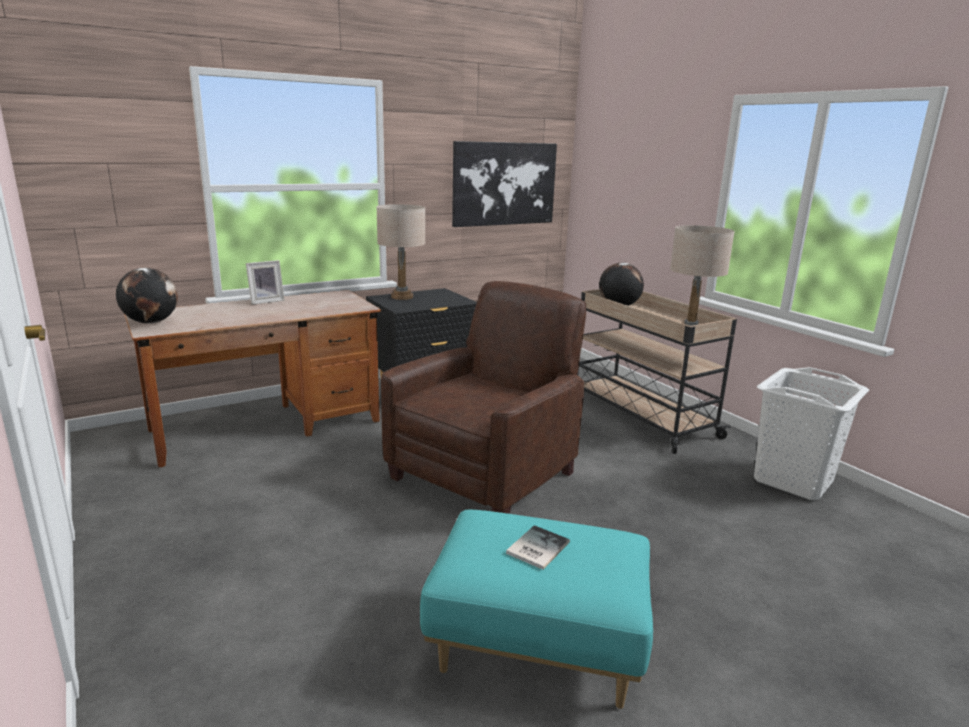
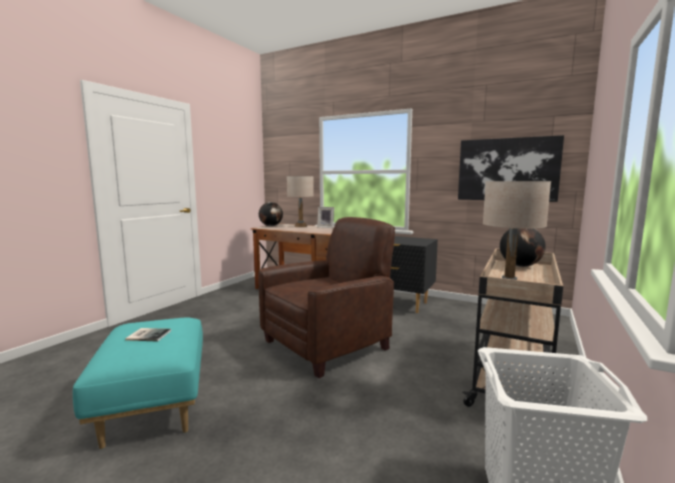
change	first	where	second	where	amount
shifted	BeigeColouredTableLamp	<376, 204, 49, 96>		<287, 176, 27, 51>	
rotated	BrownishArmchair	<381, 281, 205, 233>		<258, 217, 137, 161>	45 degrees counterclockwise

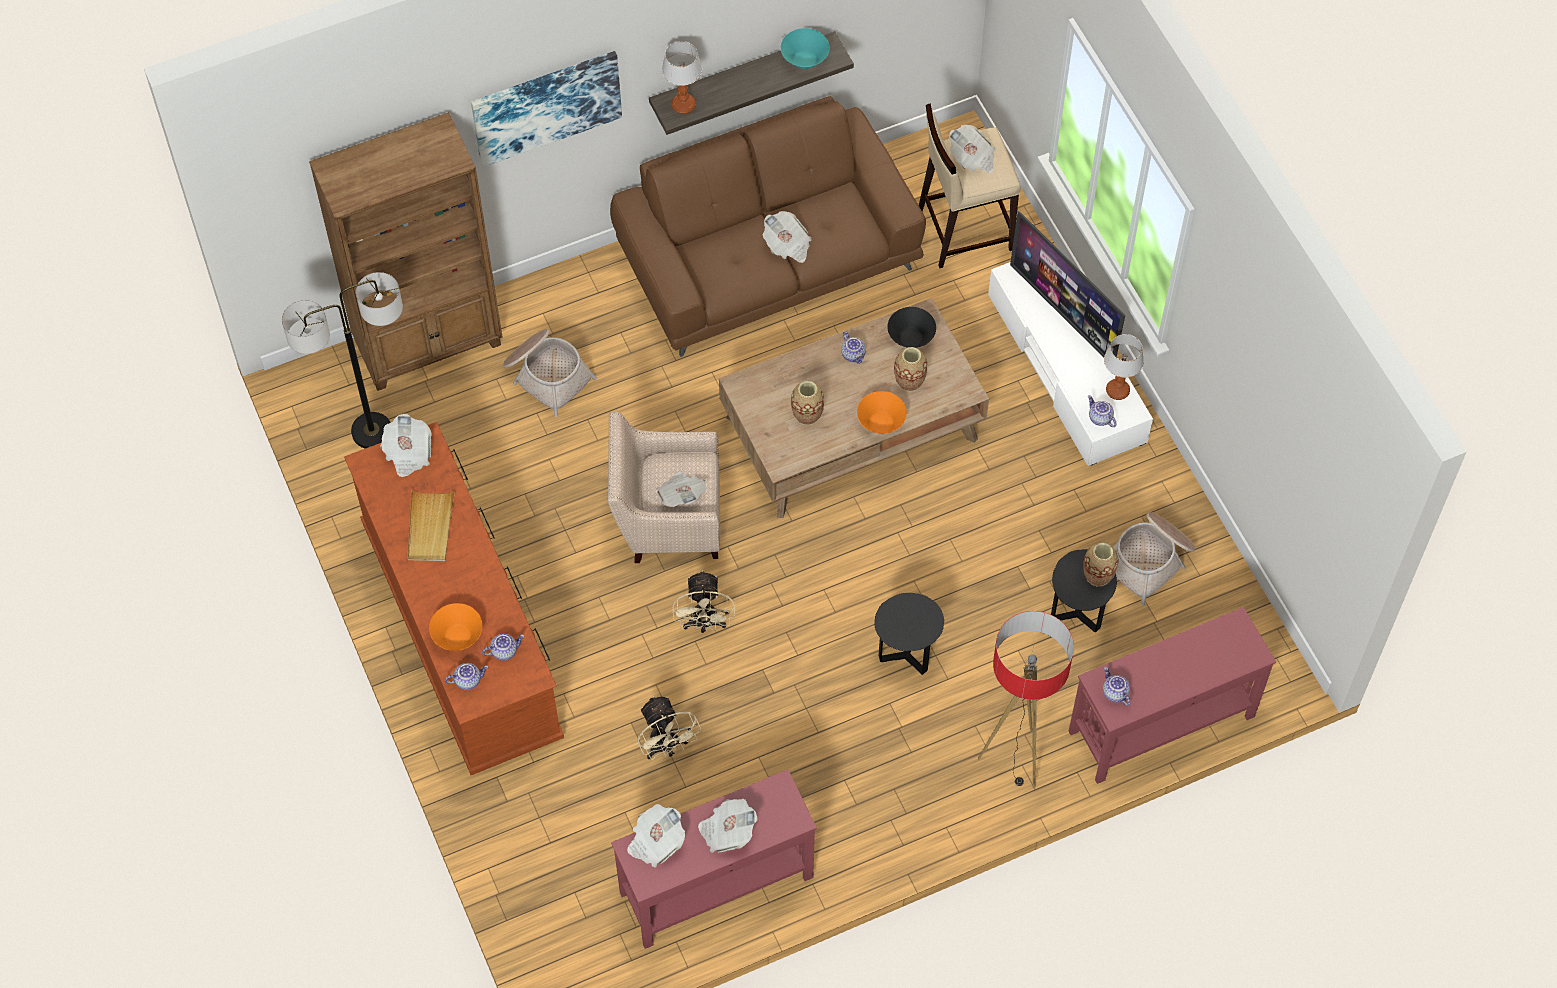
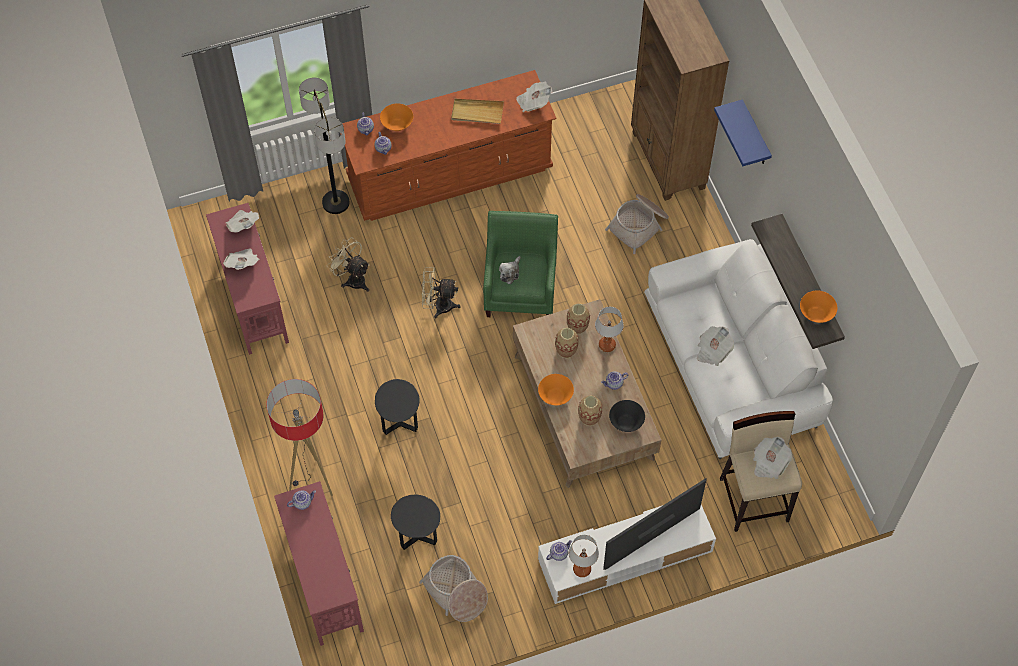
change	first	where	second	where	amount
repainted	BlueGreenDeepDish	<781, 28, 49, 41>	OrangeyDeepDish	<800, 290, 37, 33>	
shifted	TableLamp	<662, 41, 40, 73>		<595, 306, 29, 46>	
swapped	WallArt	<471, 51, 151, 116>	BlueColouredShelf	<714, 99, 58, 67>	
repainted	BrownishSettee	<610, 96, 316, 261>	WhiteColouredSettee	<644, 239, 189, 220>	
shifted	StandingLamp	<282, 272, 121, 177>		<299, 78, 51, 136>	
repainted	BeigeColouredArmchair	<608, 412, 112, 151>	GreenishArmchair	<483, 211, 75, 106>	
swapped	Newspaper	<656, 472, 51, 35>	PlushToy	<499, 256, 22, 28>	
shifted	DecorativeVase	<1083, 542, 36, 44>		<567, 304, 23, 30>	
rotated	BeigeColouredElectricFan	<637, 696, 64, 64>		<327, 237, 43, 55>	60 degrees clockwise

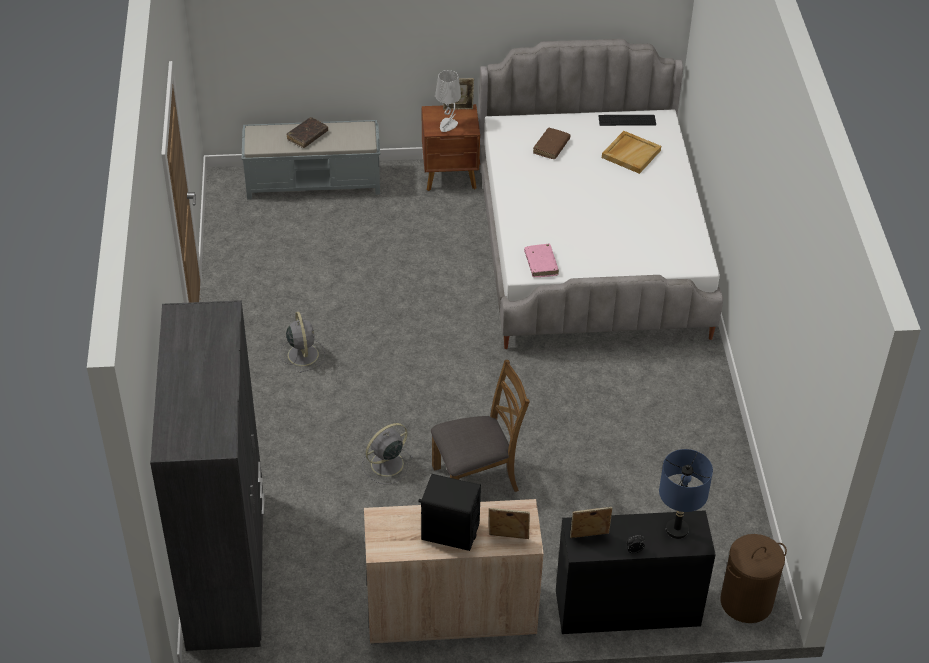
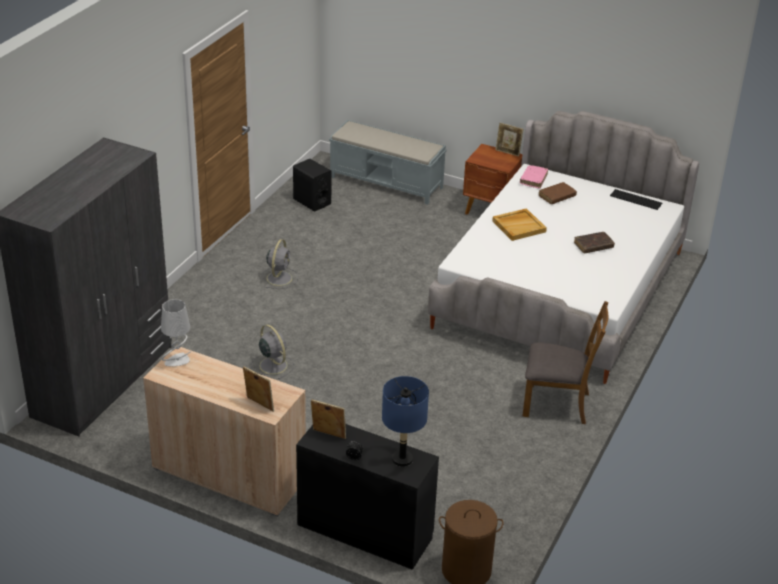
change	first	where	second	where	amount
shifted	GreyTableLamp	<435, 70, 26, 62>		<161, 299, 30, 67>	
shifted	BrownishBoundBook	<286, 117, 42, 31>		<574, 232, 41, 21>	
shifted	BeigeColouredTray	<602, 131, 59, 43>		<492, 208, 55, 33>	
shifted	PinkishBoundBook	<524, 244, 35, 33>		<520, 165, 28, 24>	
shifted	BrownishPlainChair	<431, 360, 99, 132>		<523, 301, 85, 123>	
rotated	GreyElectricFan	<362, 423, 51, 61>		<251, 325, 43, 54>	60 degrees clockwise
shifted	BlackColouredSpeaker	<419, 474, 62, 77>		<293, 159, 39, 52>	

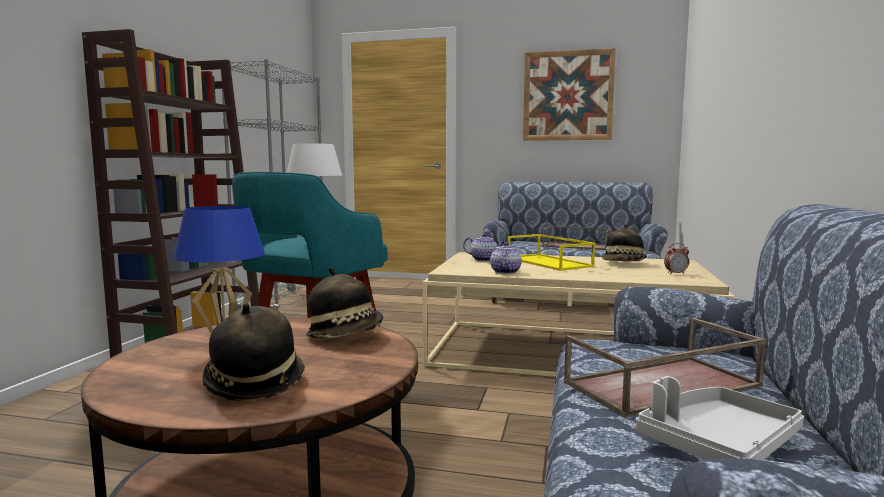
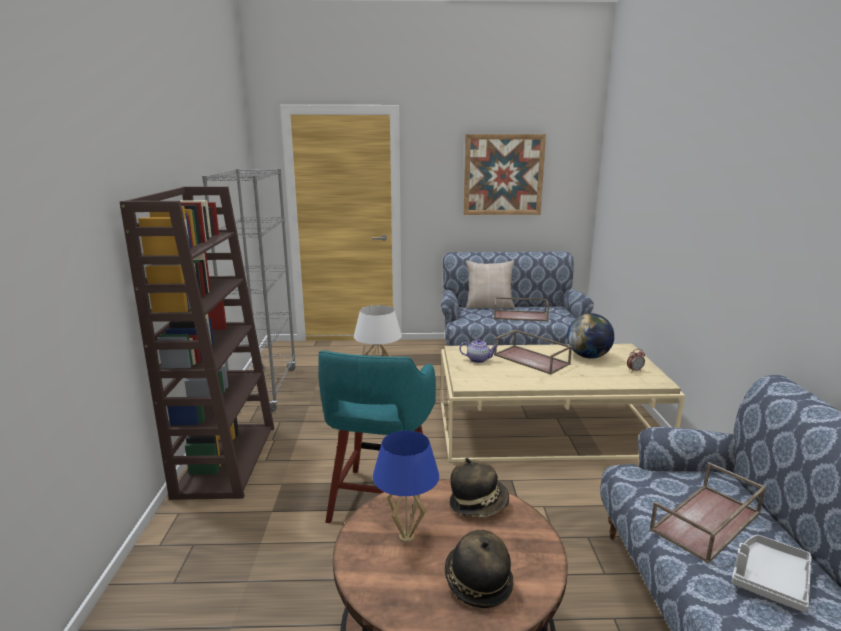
change	first	where	second	where	amount
swapped	WearableHat	<602, 224, 45, 37>	Globe	<567, 313, 48, 46>	
repainted	YellowishTray	<507, 234, 88, 37>	BrownishTray	<494, 330, 78, 45>	
gone	Teapot	<490, 242, 32, 32>			
new			BeigeColouredPillow	<466, 260, 49, 49>	

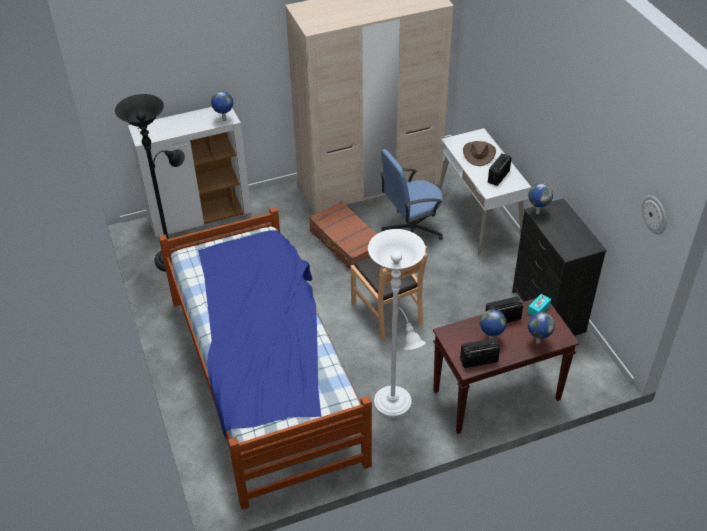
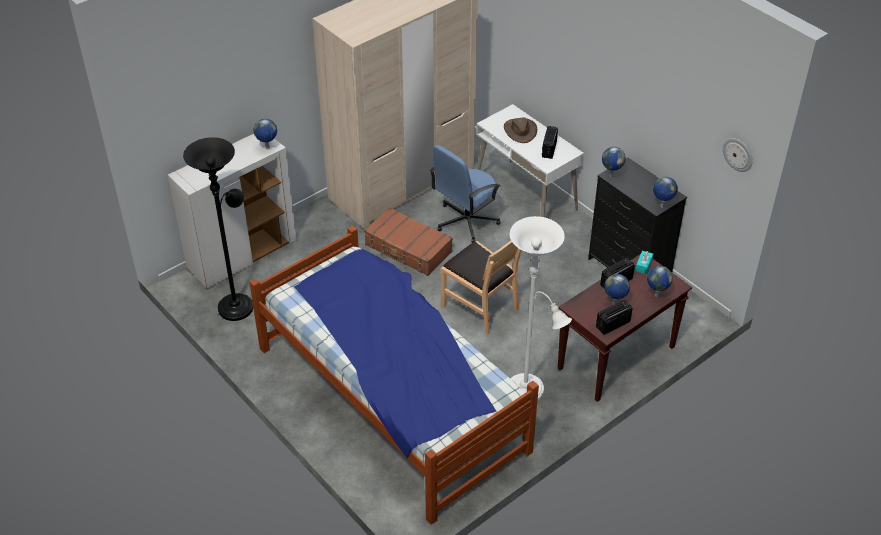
change	first	where	second	where	amount
new			Globe	<653, 177, 25, 31>	

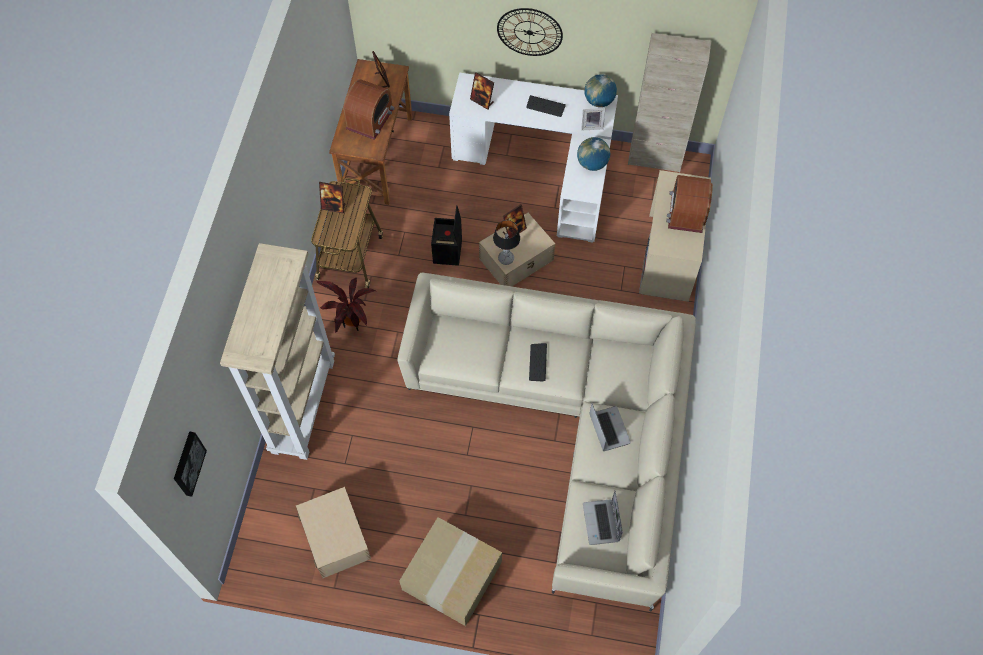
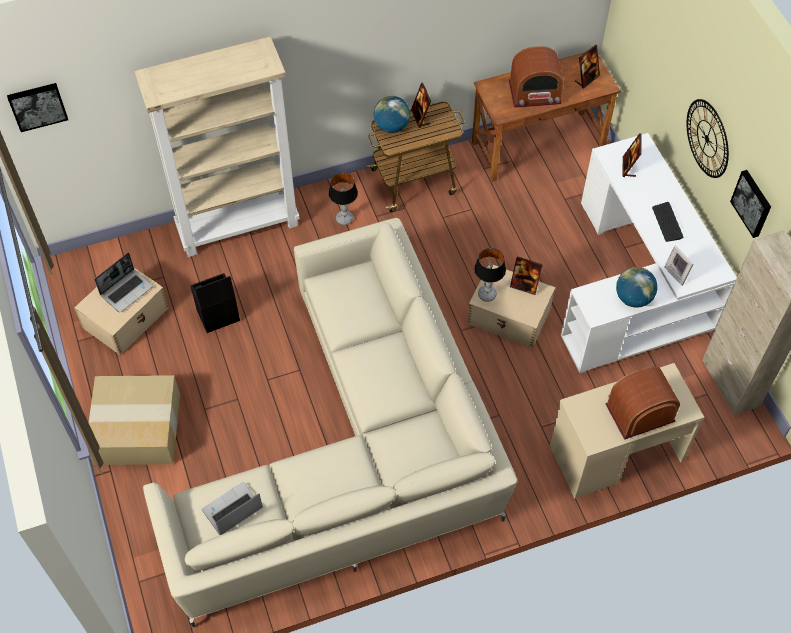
change	first	where	second	where	amount
shifted	Globe	<584, 74, 33, 33>		<374, 96, 36, 37>	
shifted	BlackColouredStorageContainer	<431, 205, 31, 61>		<190, 273, 50, 60>	
swapped	PottedPlant	<317, 278, 59, 55>	TableLamp	<329, 173, 29, 52>	
gone	Keyboard	<529, 343, 18, 38>			
shifted	Laptop	<589, 403, 42, 48>		<94, 253, 59, 60>	
new			WallArt	<730, 170, 41, 68>	

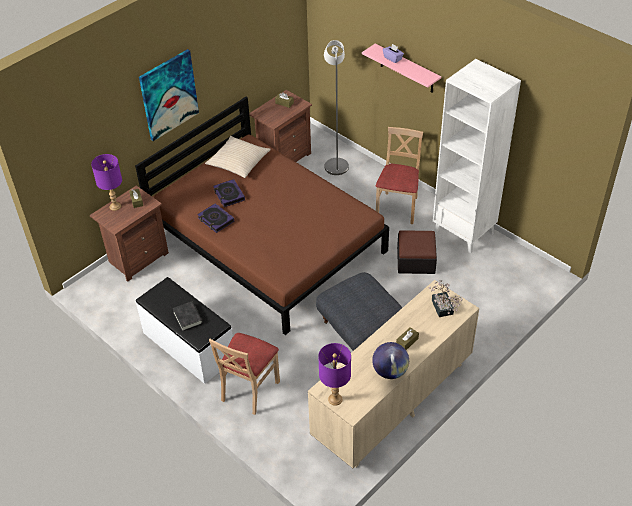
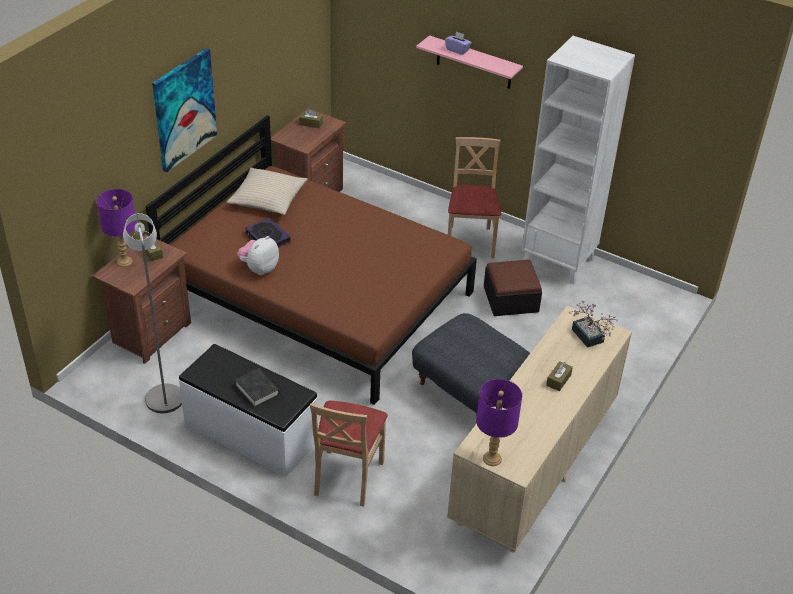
change	first	where	second	where	amount
shifted	GreyStandingLamp	<324, 40, 25, 135>		<123, 213, 59, 200>	
swapped	BoundBook	<197, 203, 37, 30>	PlushToy	<237, 236, 42, 39>	
gone	Globe	<372, 342, 37, 37>			

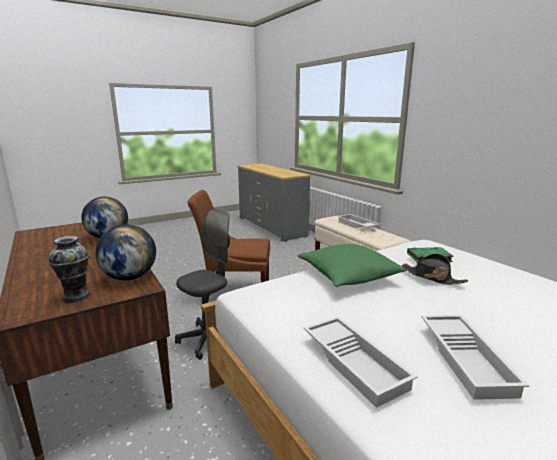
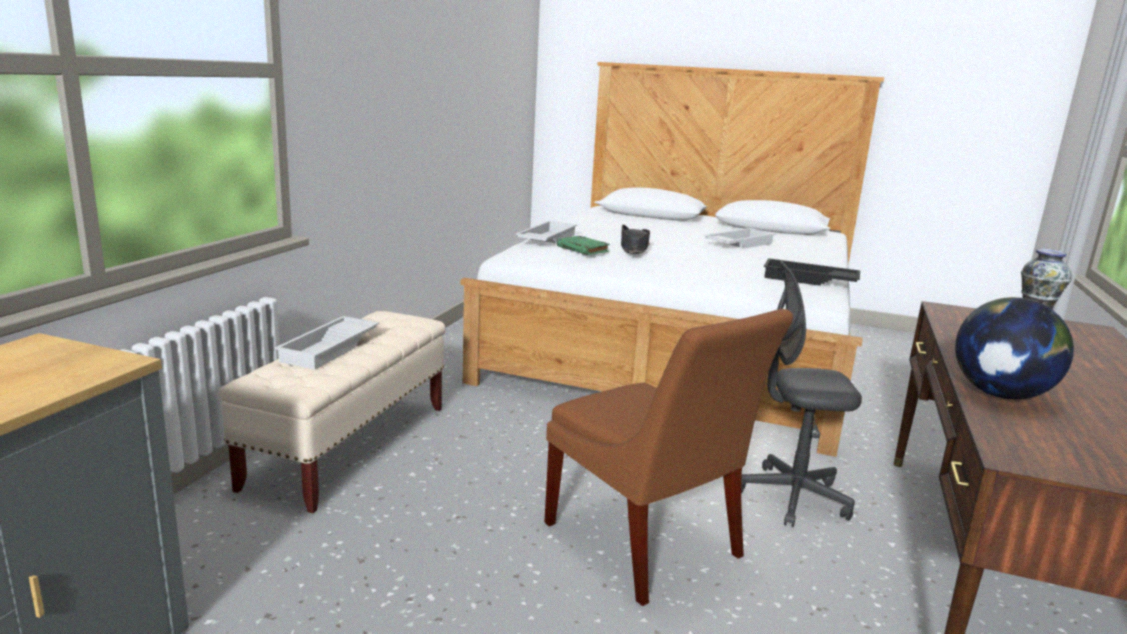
change	first	where	second	where	amount
gone	Globe	<96, 224, 60, 56>			
gone	GreenishPillow	<298, 244, 109, 43>			
shifted	WhiteColouredTray	<304, 316, 114, 92>		<516, 221, 61, 22>	
new			BlackColouredTray	<764, 258, 96, 28>	

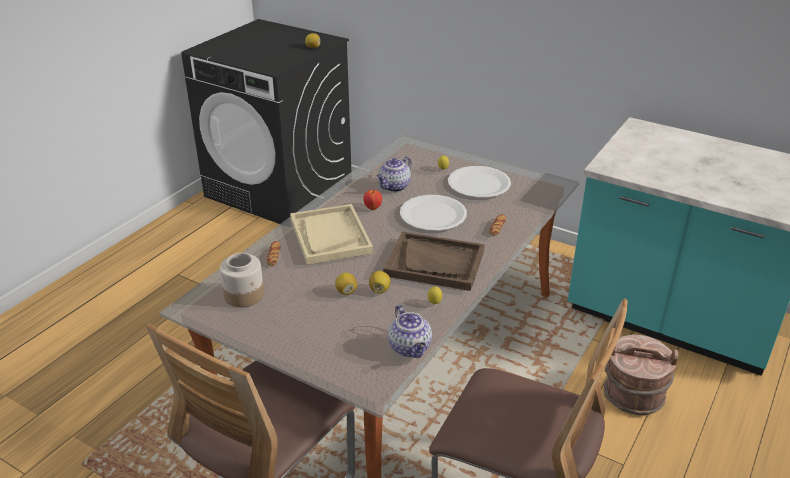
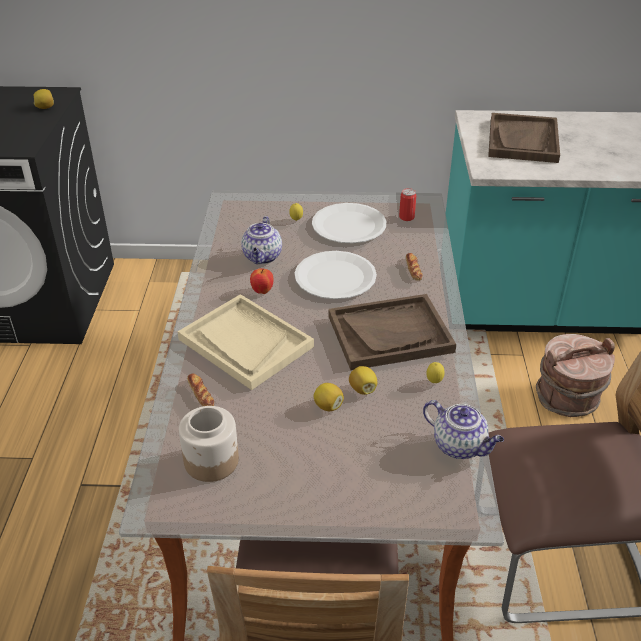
change	first	where	second	where	amount
new			BrownishTray	<488, 113, 72, 50>	
new			Can	<399, 188, 17, 33>	

